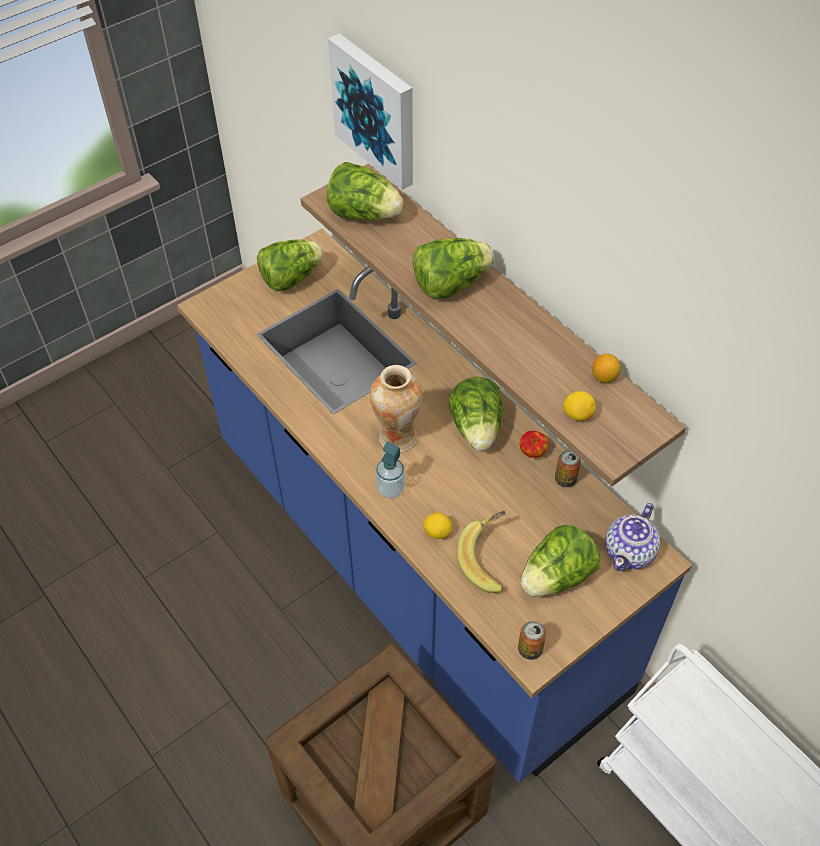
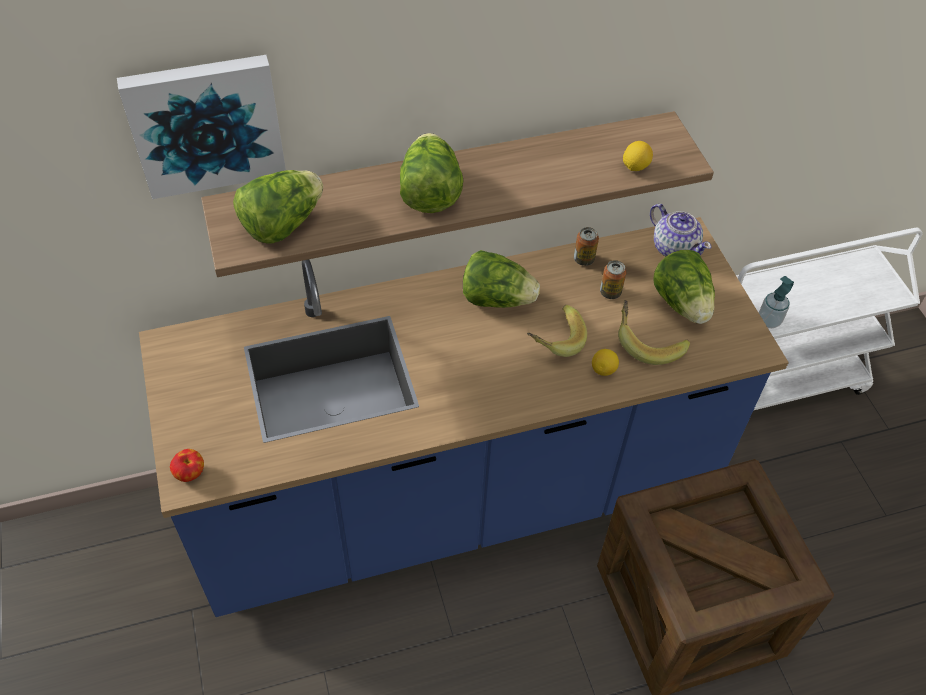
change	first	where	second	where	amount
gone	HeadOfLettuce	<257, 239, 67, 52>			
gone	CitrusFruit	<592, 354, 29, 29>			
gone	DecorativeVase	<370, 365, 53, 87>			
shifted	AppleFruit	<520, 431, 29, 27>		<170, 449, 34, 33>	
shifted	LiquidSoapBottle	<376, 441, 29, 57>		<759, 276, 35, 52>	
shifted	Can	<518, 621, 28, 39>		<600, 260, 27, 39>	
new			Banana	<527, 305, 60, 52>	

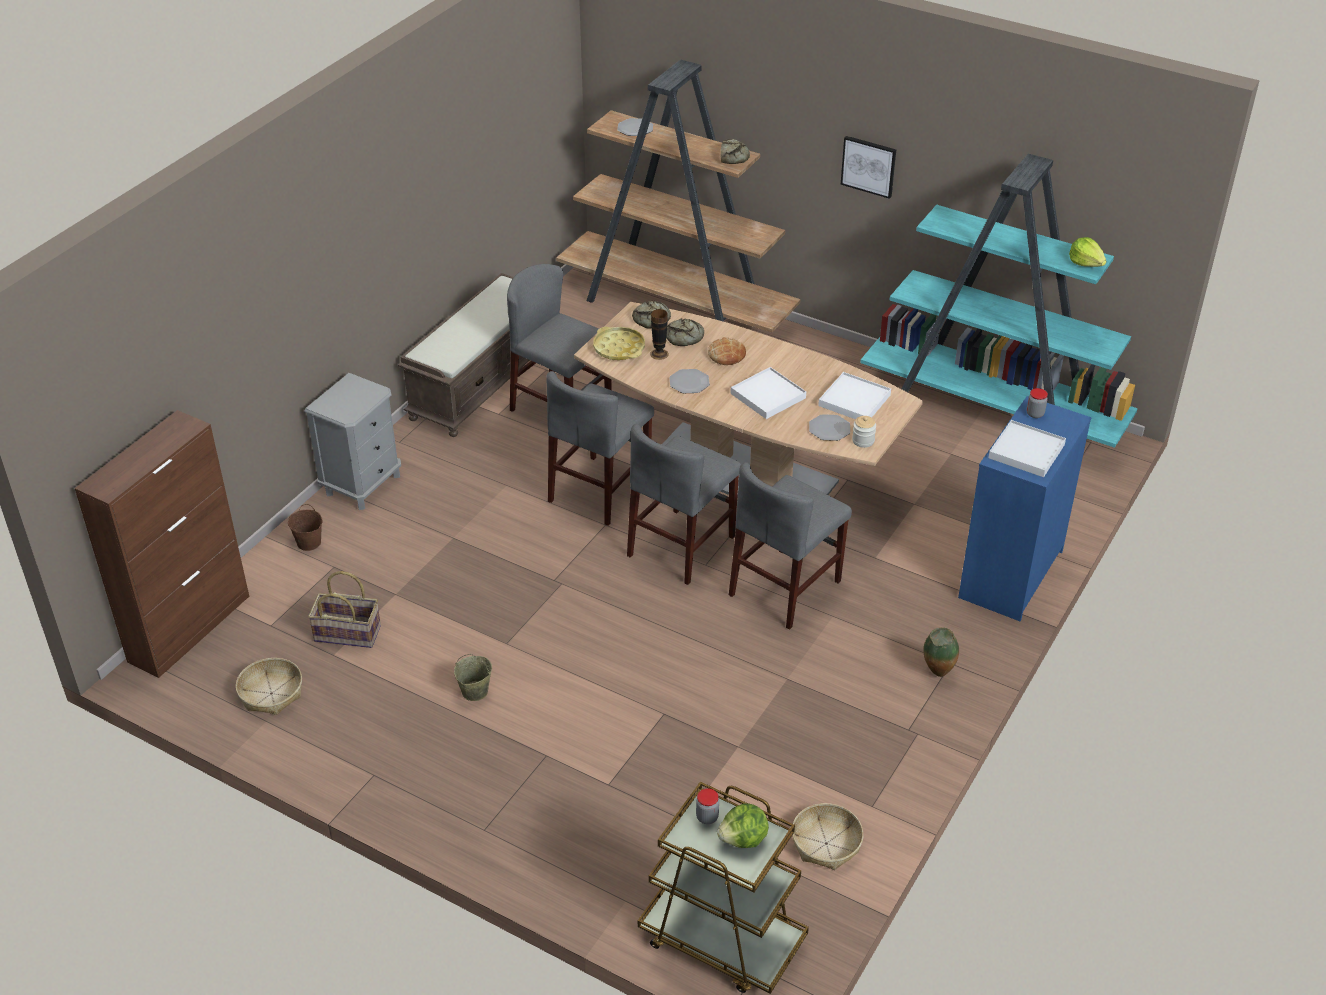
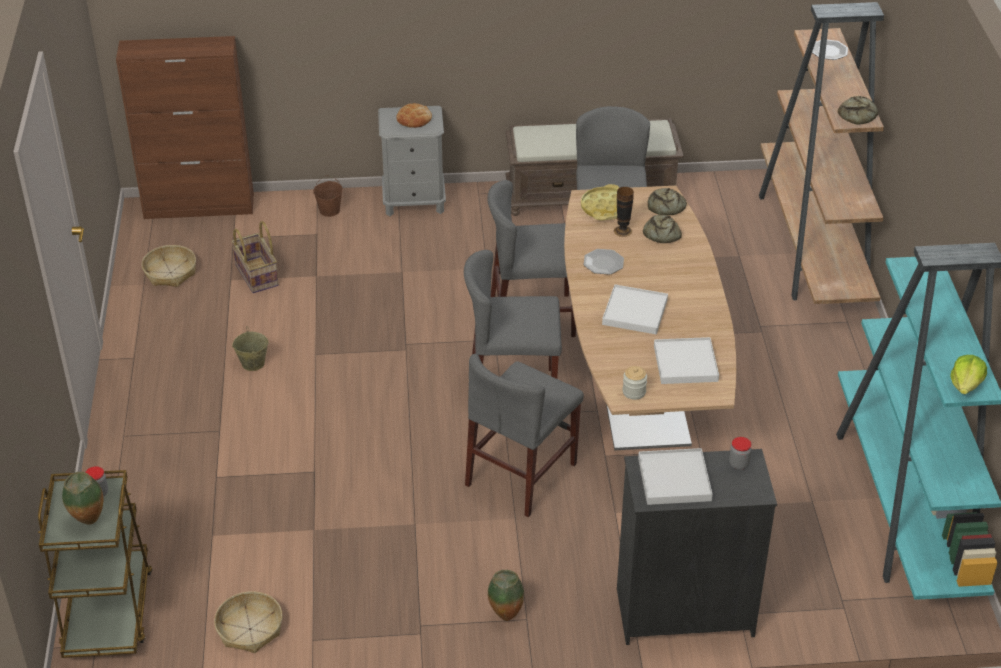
change	first	where	second	where	amount
gone	WallArt	<841, 136, 55, 63>			
shifted	Bread	<708, 337, 38, 28>		<396, 103, 36, 25>	
repainted	BlueColouredDresser	<958, 396, 133, 225>	BlackColouredDresser	<617, 449, 160, 196>	
gone	Plate	<809, 414, 41, 27>			
rotated	GreyPlainChair	<729, 462, 123, 168>		<465, 354, 119, 163>	60 degrees counterclockwise
swapped	HeadOfLettuce	<717, 803, 52, 45>	DecorativeVase	<62, 472, 41, 53>	

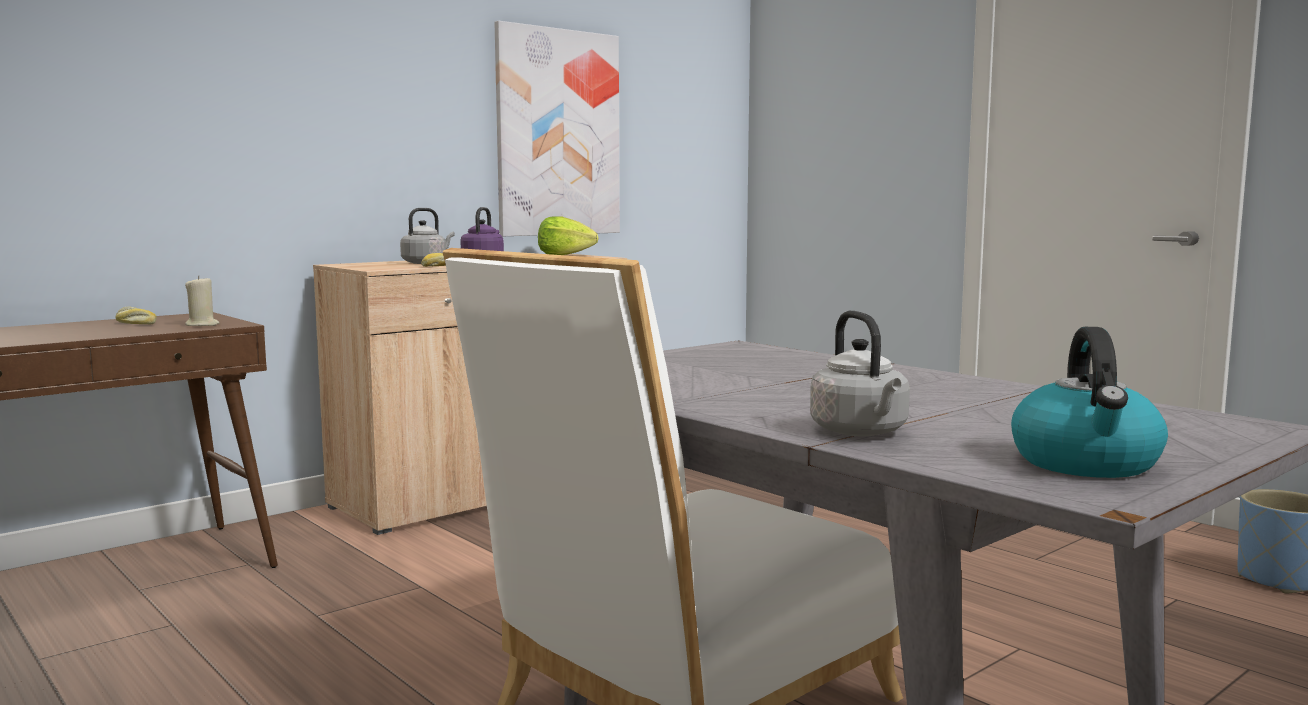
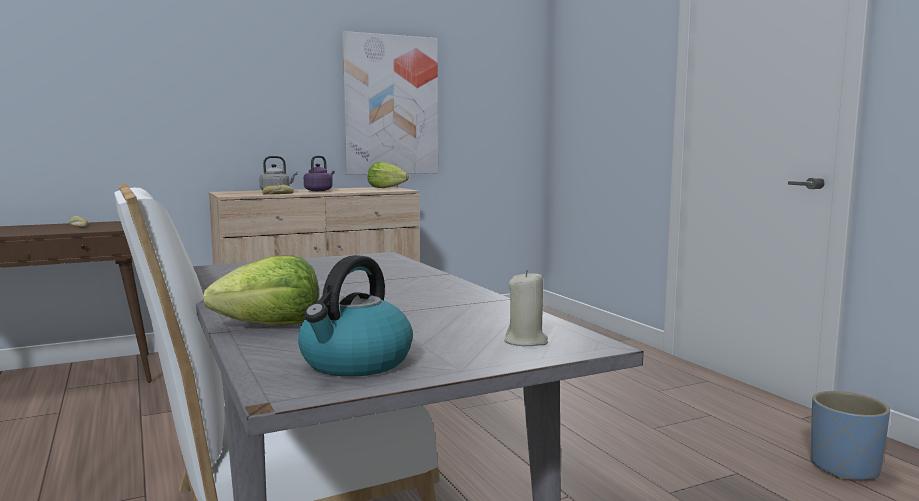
change	first	where	second	where	amount
shifted	BeigeColouredWaxCandle	<185, 276, 34, 50>		<504, 270, 44, 76>	
swapped	GreyKettle	<810, 311, 100, 126>	HeadOfLettuce	<204, 255, 115, 70>	

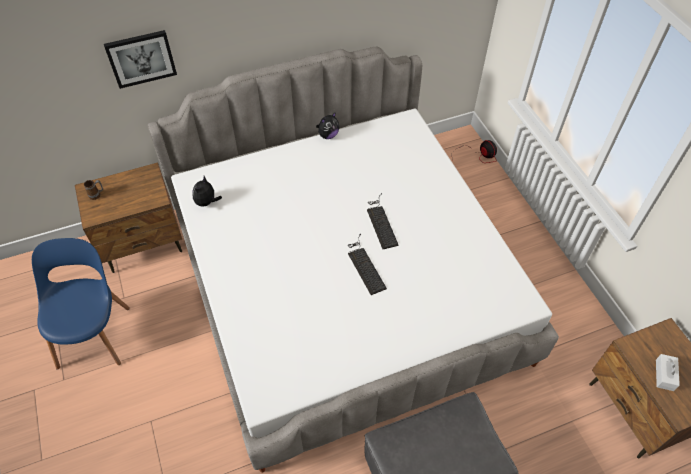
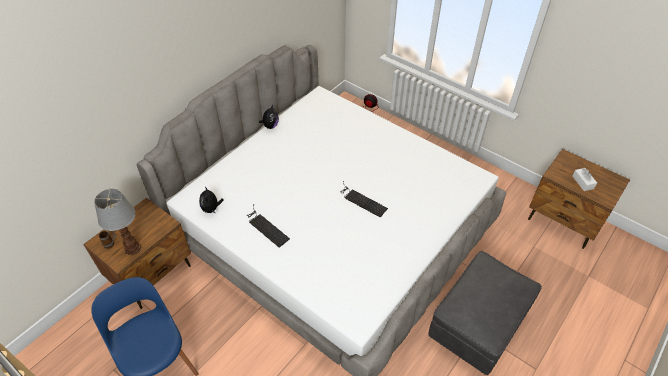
change	first	where	second	where	amount
gone	WallArt	<104, 30, 73, 59>			
shifted	Keyboard	<367, 193, 32, 56>		<247, 205, 43, 43>	
new			TableLamp	<94, 189, 47, 66>	

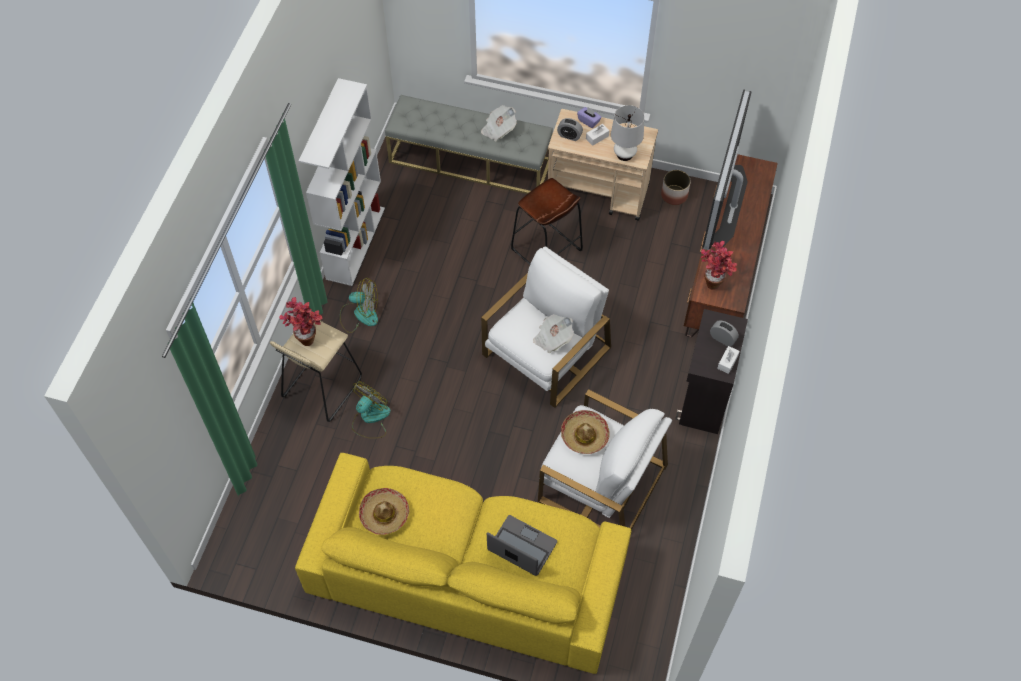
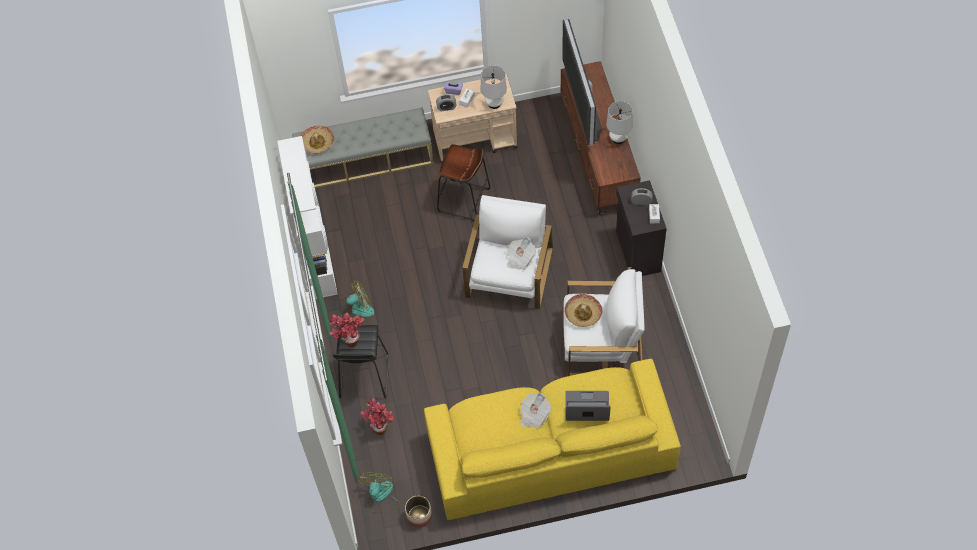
change	first	where	second	where	amount
shifted	Newspaper	<481, 105, 36, 36>		<520, 393, 31, 35>	
shifted	Planter	<661, 170, 30, 35>		<405, 496, 27, 32>	
shifted	PottedPlant	<701, 241, 36, 49>		<361, 398, 33, 37>	
repainted	BeigeColouredSittingStool	<270, 315, 92, 107>	BlackColouredSittingStool	<333, 325, 56, 73>	
shifted	ElectricFan	<352, 381, 38, 58>		<358, 473, 42, 41>	
shifted	WearableHat	<359, 488, 50, 47>		<300, 126, 34, 28>	
new			WhiteColouredTableLamp	<606, 101, 27, 43>	

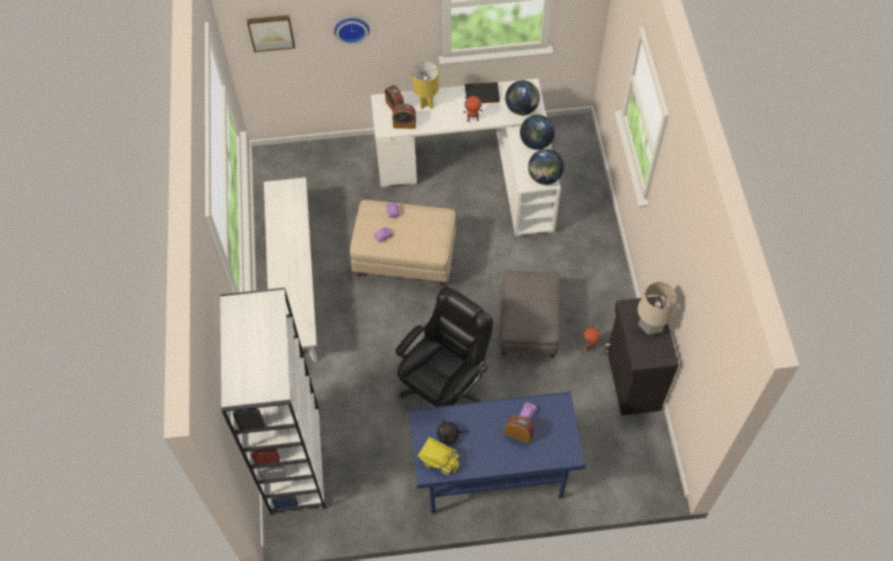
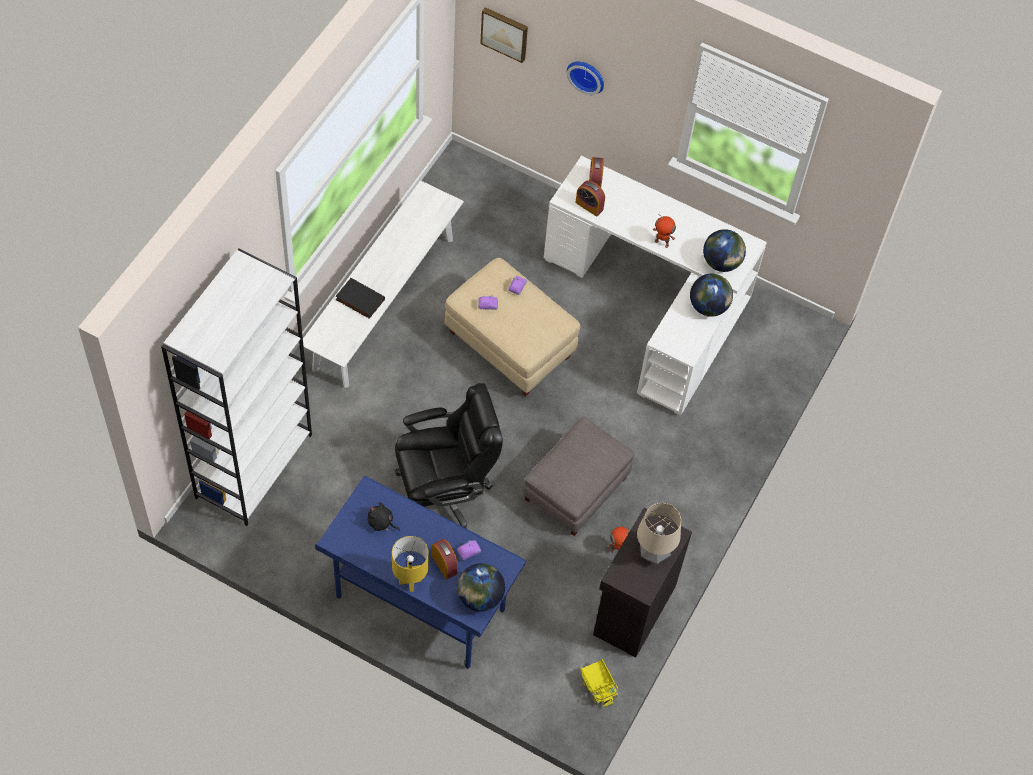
change	first	where	second	where	amount
shifted	YellowishTableLamp	<412, 62, 27, 47>		<392, 536, 37, 56>	
shifted	BlackColouredBoundBook	<465, 82, 35, 21>		<335, 278, 50, 41>	
shifted	Globe	<528, 149, 36, 36>		<457, 563, 48, 49>	
shifted	ToyLorry	<418, 437, 42, 39>		<580, 659, 38, 48>	

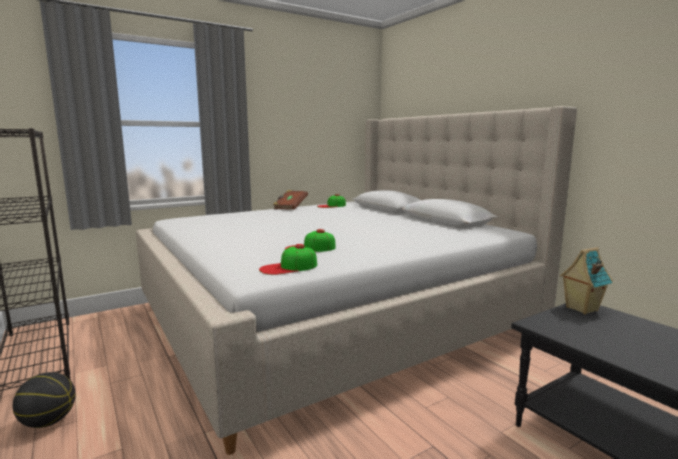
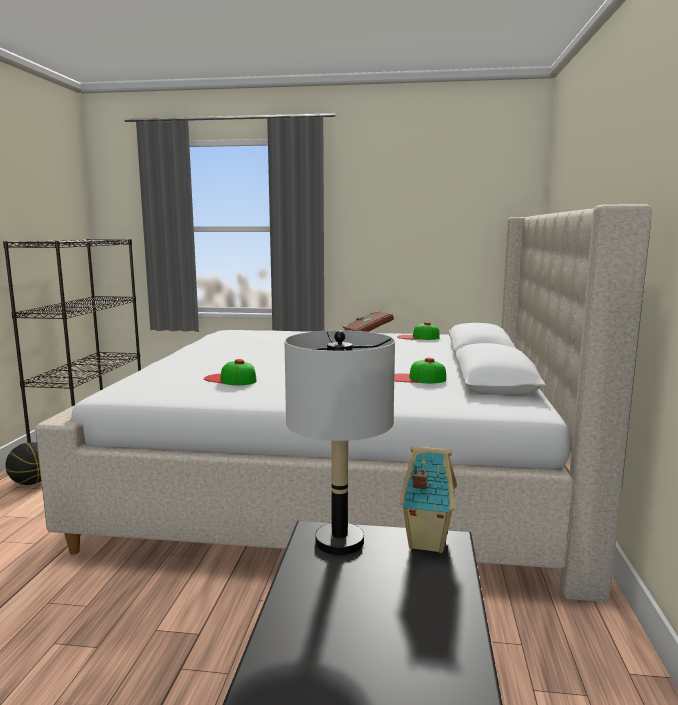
change	first	where	second	where	amount
shifted	BaseballCap	<259, 244, 58, 31>		<394, 358, 52, 25>	
new			GreyTableLamp	<284, 330, 111, 225>	

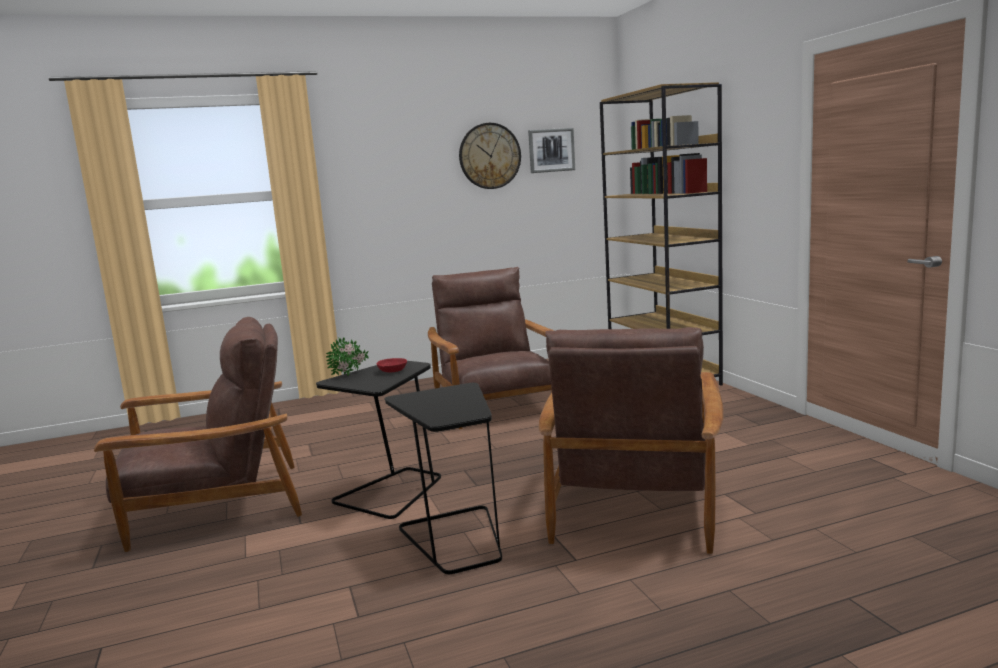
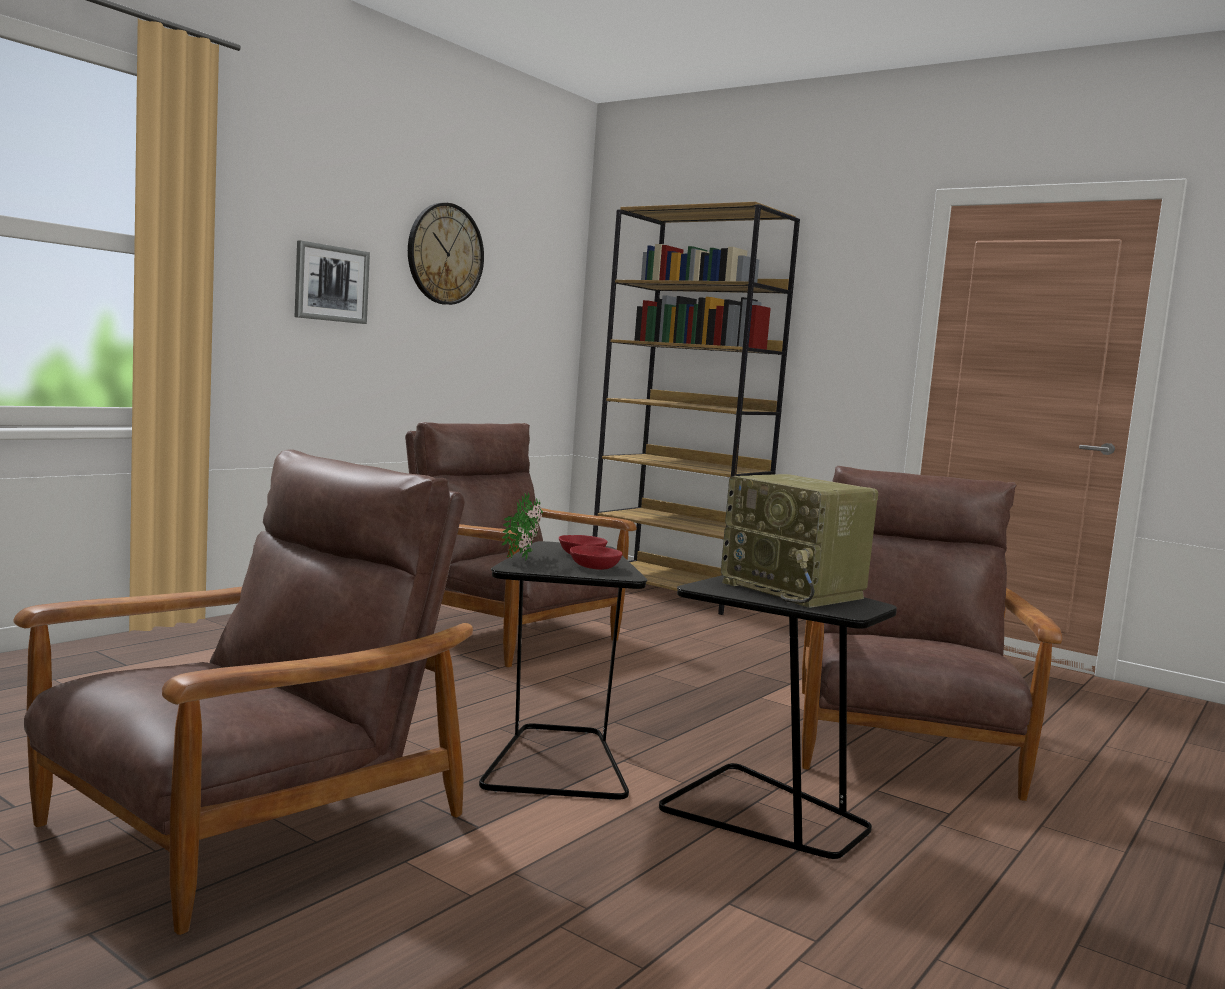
change	first	where	second	where	amount
shifted	WallArt	<528, 128, 47, 45>		<295, 240, 75, 84>	
rotated	BrownishArmchair	<539, 327, 184, 227>		<802, 466, 260, 335>	150 degrees counterclockwise
new			RadioSet	<721, 474, 157, 134>	
new			ReddishDeepDish	<570, 545, 52, 25>	

